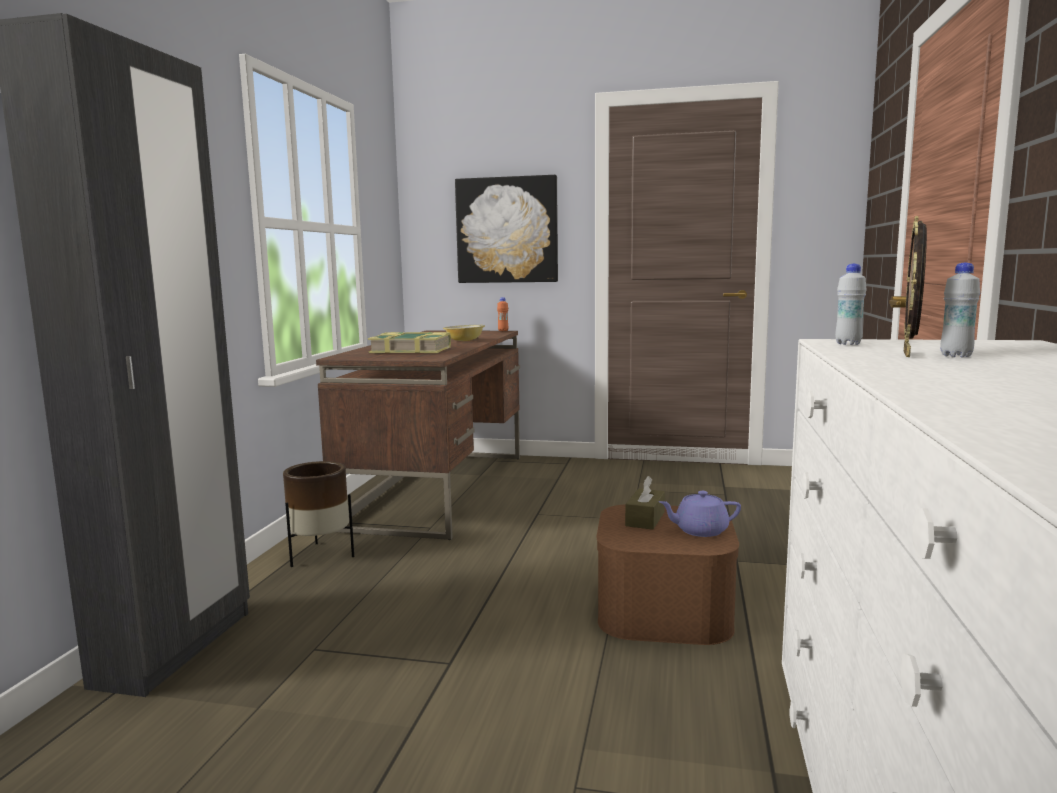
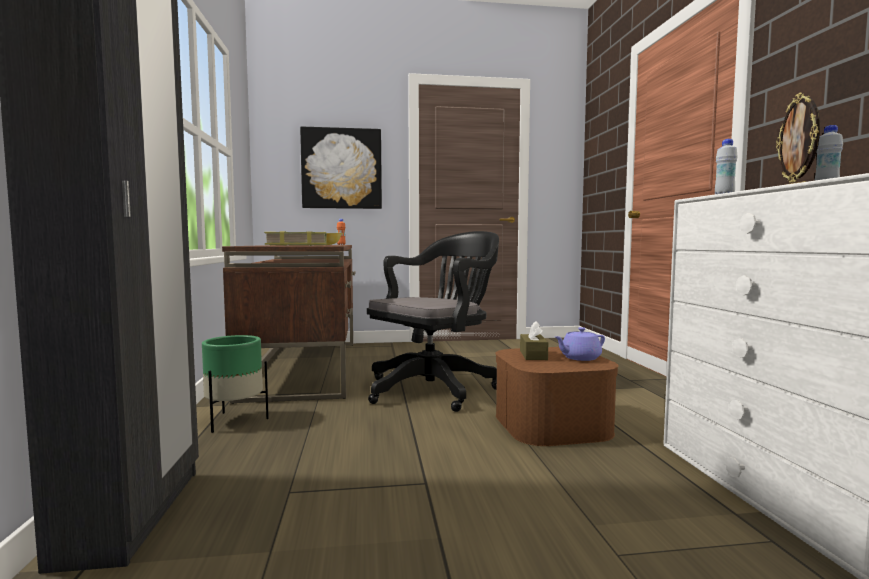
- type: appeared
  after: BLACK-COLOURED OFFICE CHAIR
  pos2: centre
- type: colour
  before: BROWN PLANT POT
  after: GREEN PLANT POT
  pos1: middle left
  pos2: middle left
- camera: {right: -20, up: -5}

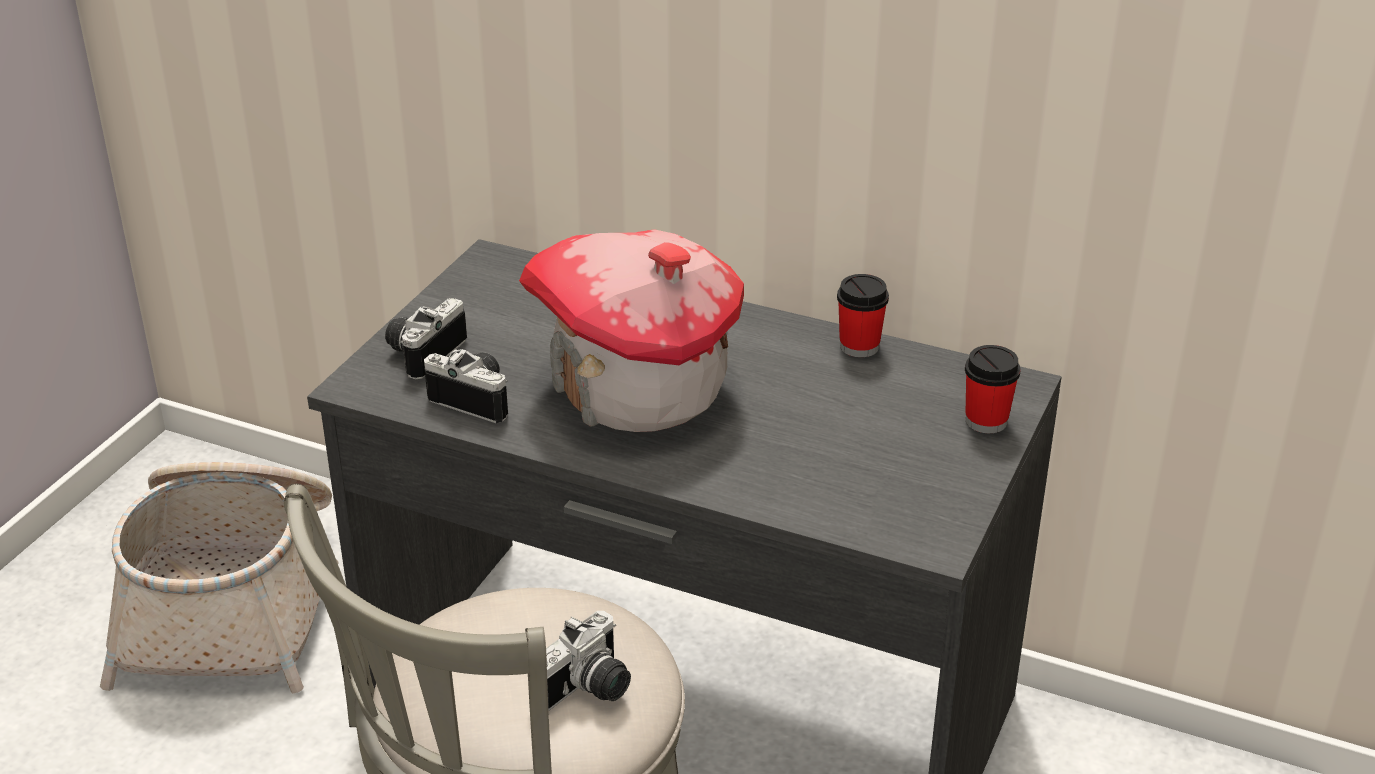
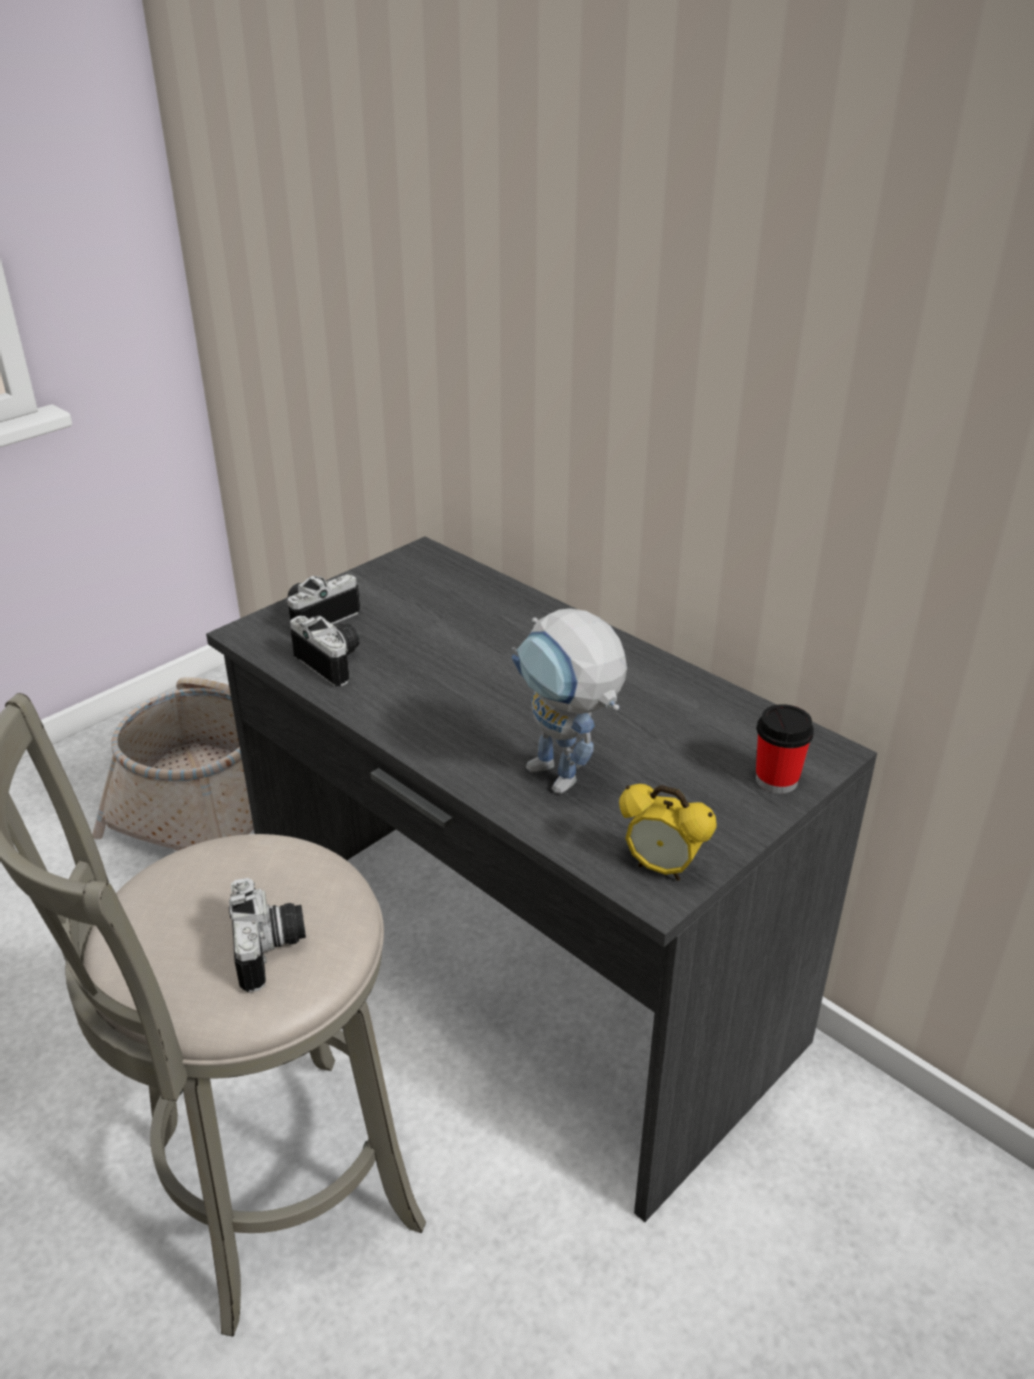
- type: missing
  before: MINIATURE HOUSE
  pos1: centre
- type: missing
  before: CUP (no. 1 from left)
  pos1: centre
- type: appeared
  after: TOY ROBOT
  pos2: centre
- type: appeared
  after: TABLE CLOCK
  pos2: centre
- type: spun
  before: PHOTO CAMERA (no. 3 from left in the first image)
  pos1: bottom centre
  pos2: bottom left
  turn: -75
- camera: {right: 20, up: 0}

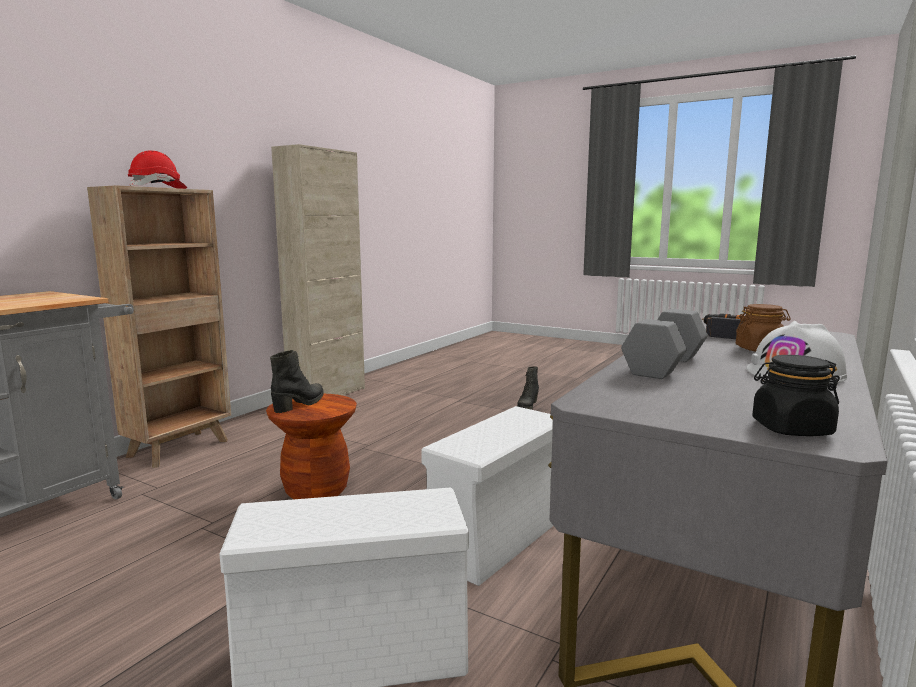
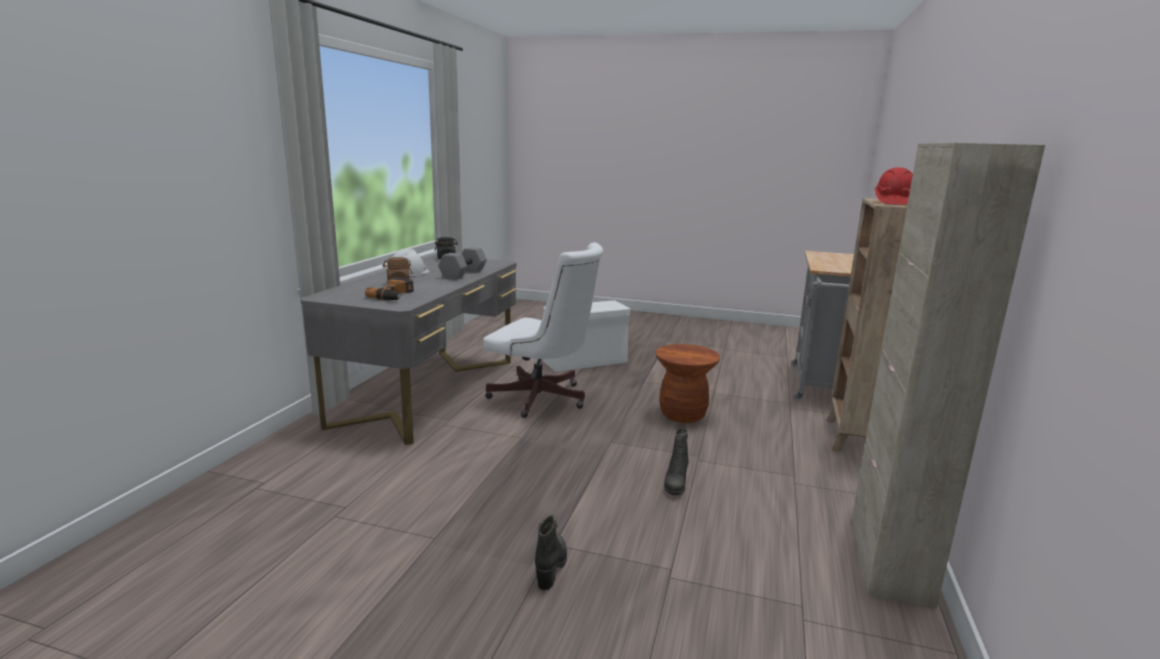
- type: relocated
  before: BLACK-COLOURED HIGH-TOP BOOT (no. 1 from left in the first image)
  after: BLACK-COLOURED HIGH-TOP BOOT (no. 2 from left)
  pos1: middle left
  pos2: bottom centre
- type: exchanged
  before: WHITISH STORAGE BOX (no. 2 from left)
  after: WHITISH OFFICE CHAIR
  pos1: bottom centre
  pos2: centre
- camera: {right: 165, up: 5}

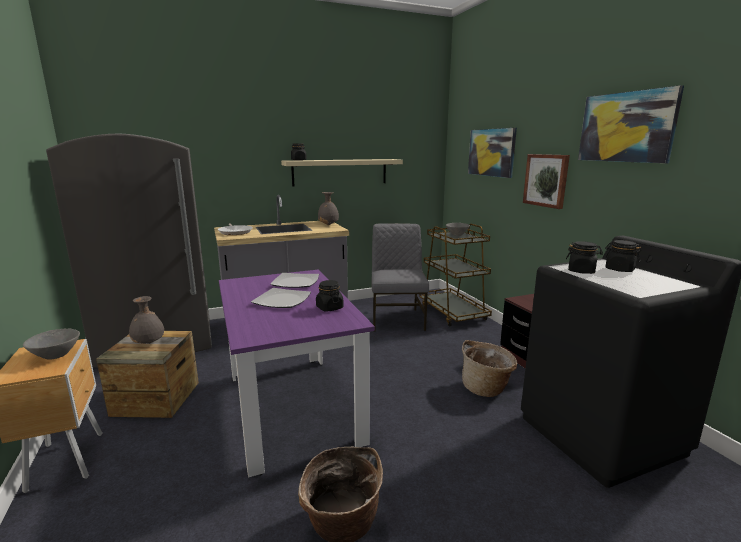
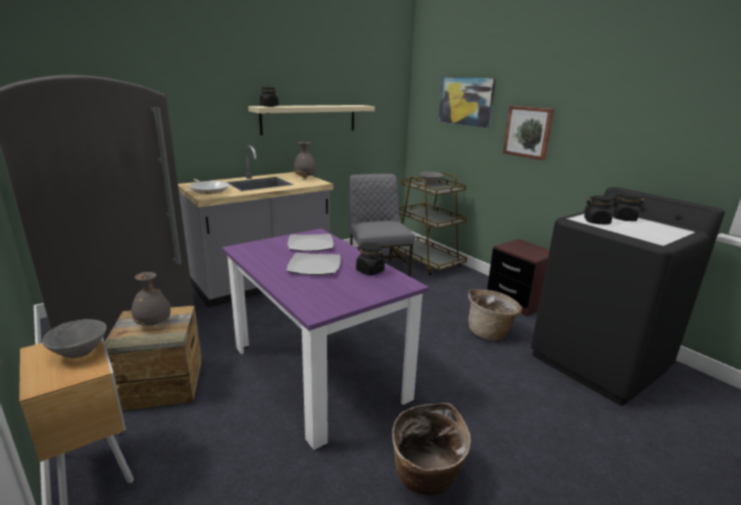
- type: missing
  before: WALL ART (no. 3 from left)
  pos1: top right
- camera: {right: -15, up: 5}

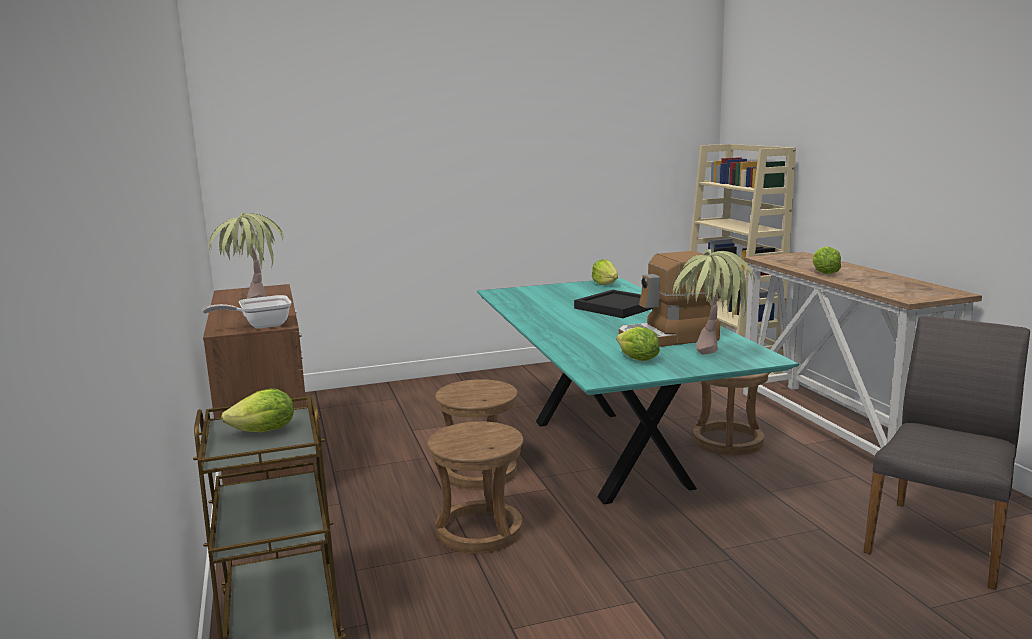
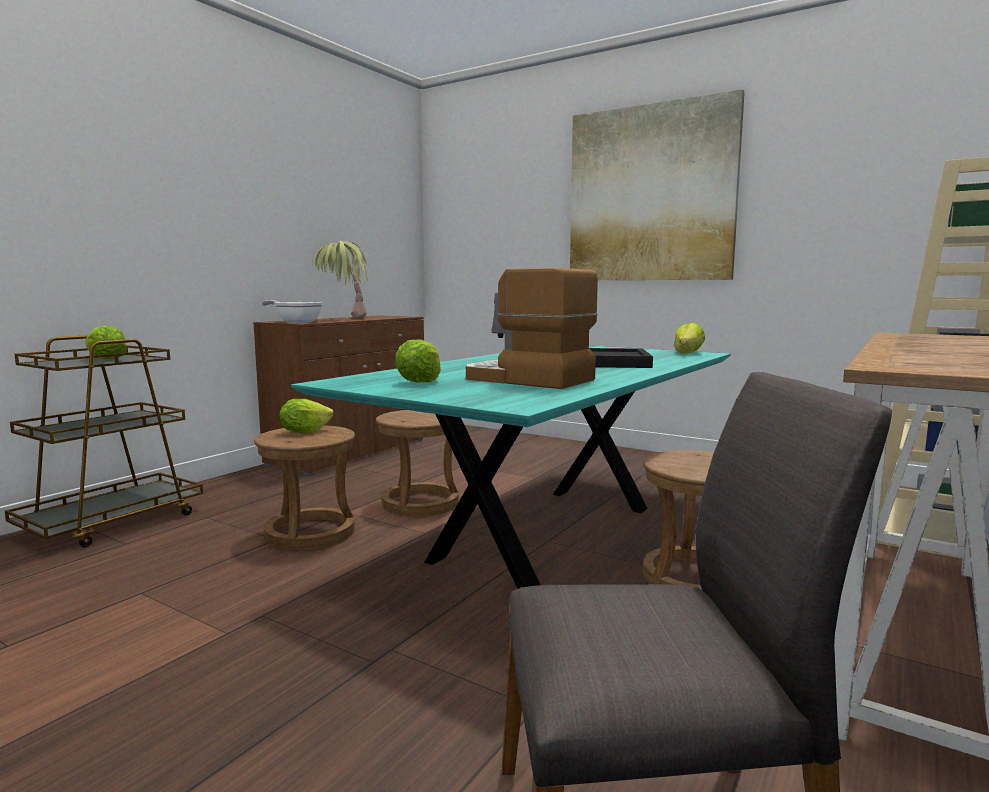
- type: missing
  before: HOUSEPLANT (no. 2 from left)
  pos1: middle right
- type: appeared
  after: WALL ART
  pos2: top centre
- type: relocated
  before: HEAD OF LETTUCE (no. 4 from left in the first image)
  after: HEAD OF LETTUCE (no. 2 from left)
  pos1: middle right
  pos2: middle left
- camera: {right: 50, up: -5}

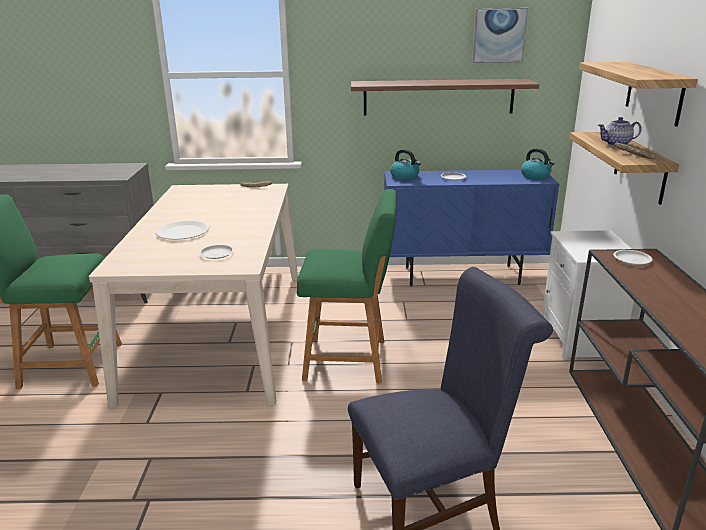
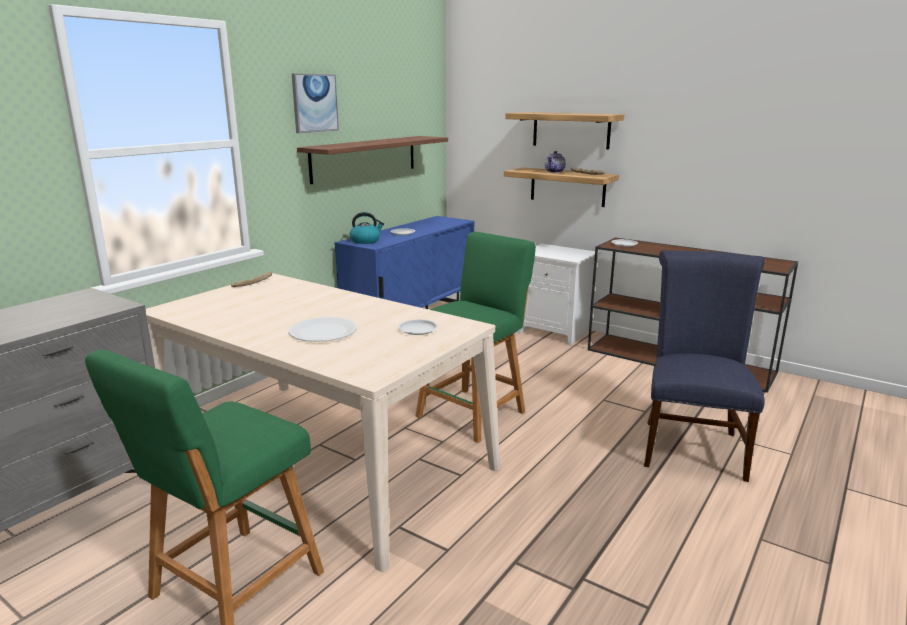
- type: missing
  before: TEA KETTLE (no. 2 from left)
  pos1: top right
- type: relocated
  before: WALL ART
  pos1: top right
  pos2: top centre
- camera: {right: -55, up: -5}

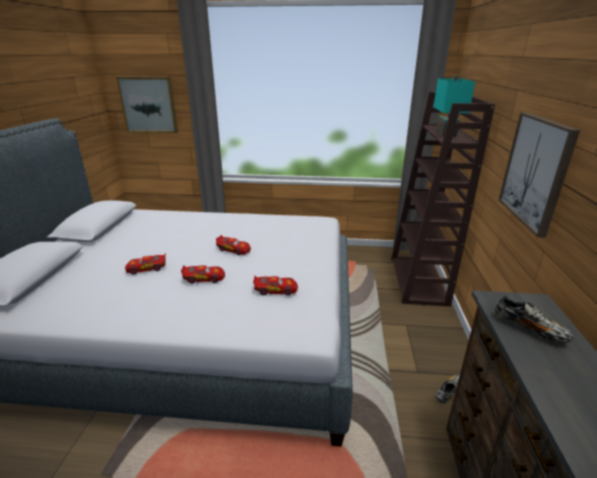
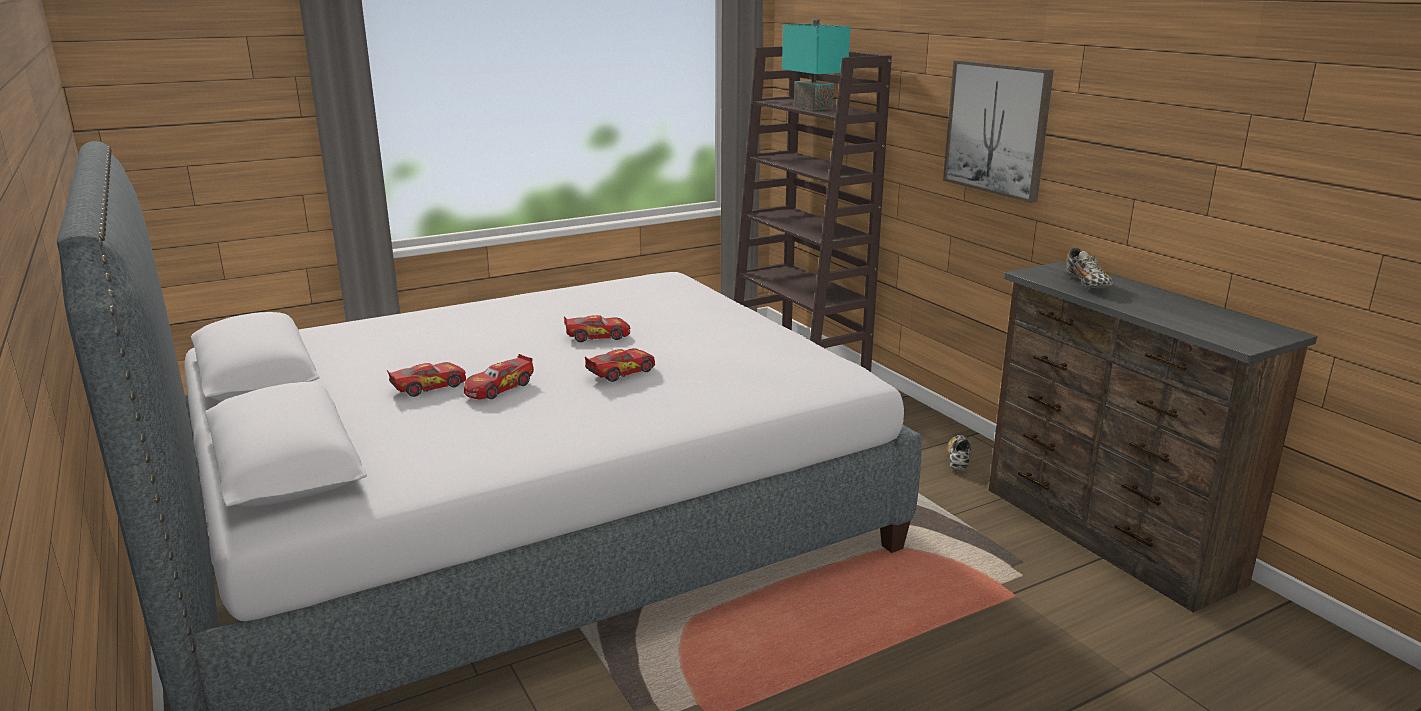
- type: missing
  before: WALL ART (no. 1 from left)
  pos1: top left
- type: relocated
  before: TOY CAR (no. 4 from left in the first image)
  after: TOY CAR (no. 1 from left)
  pos1: centre
  pos2: middle left
- type: spun
  before: LOW SHOE (no. 2 from left)
  pos1: middle right
  pos2: middle right
  turn: 75
- camera: {right: -35, up: -5}

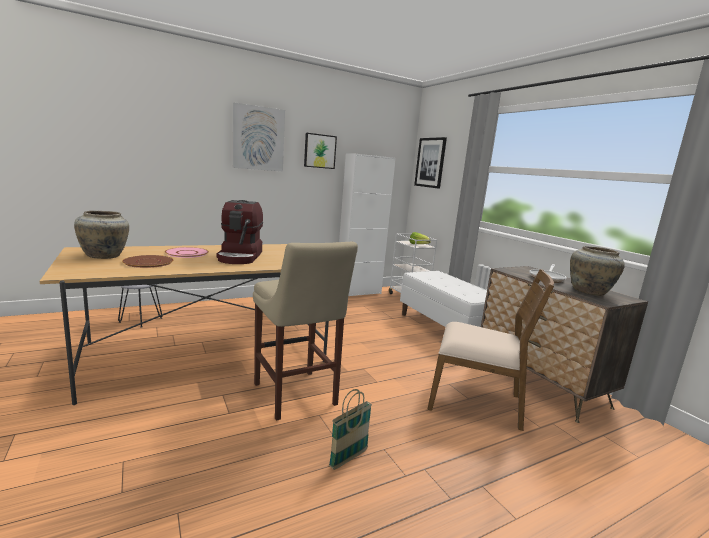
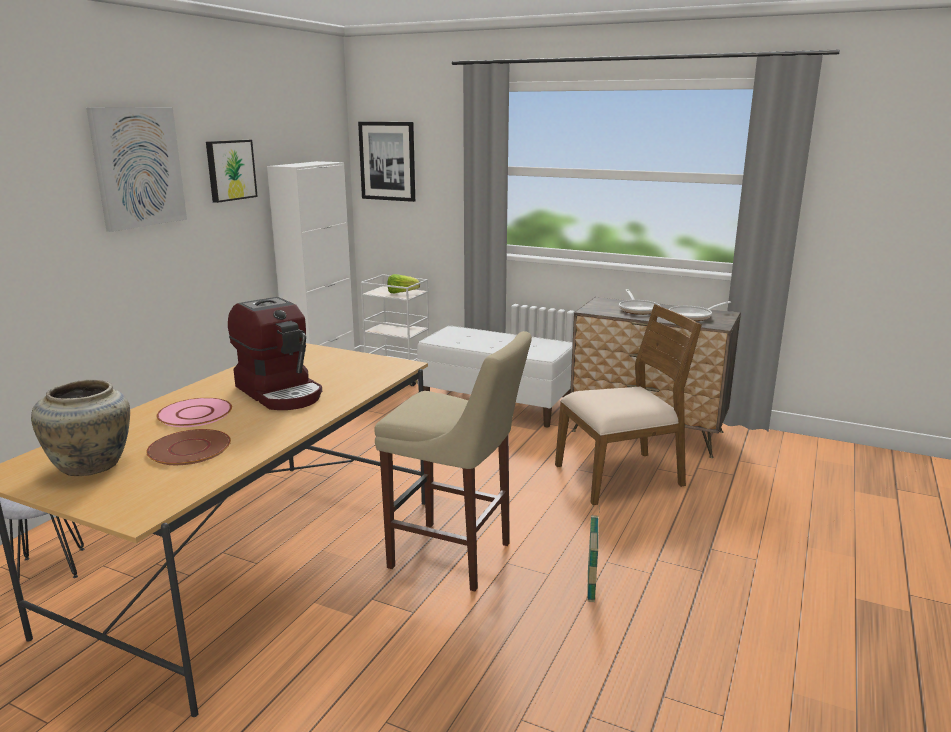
- type: exchanged
  before: SAND-COLOURED DECORATIVE VASE (no. 2 from left)
  after: FRYING PAN (no. 2 from left)
  pos1: middle right
  pos2: middle right
- camera: {right: -35, up: 5}

